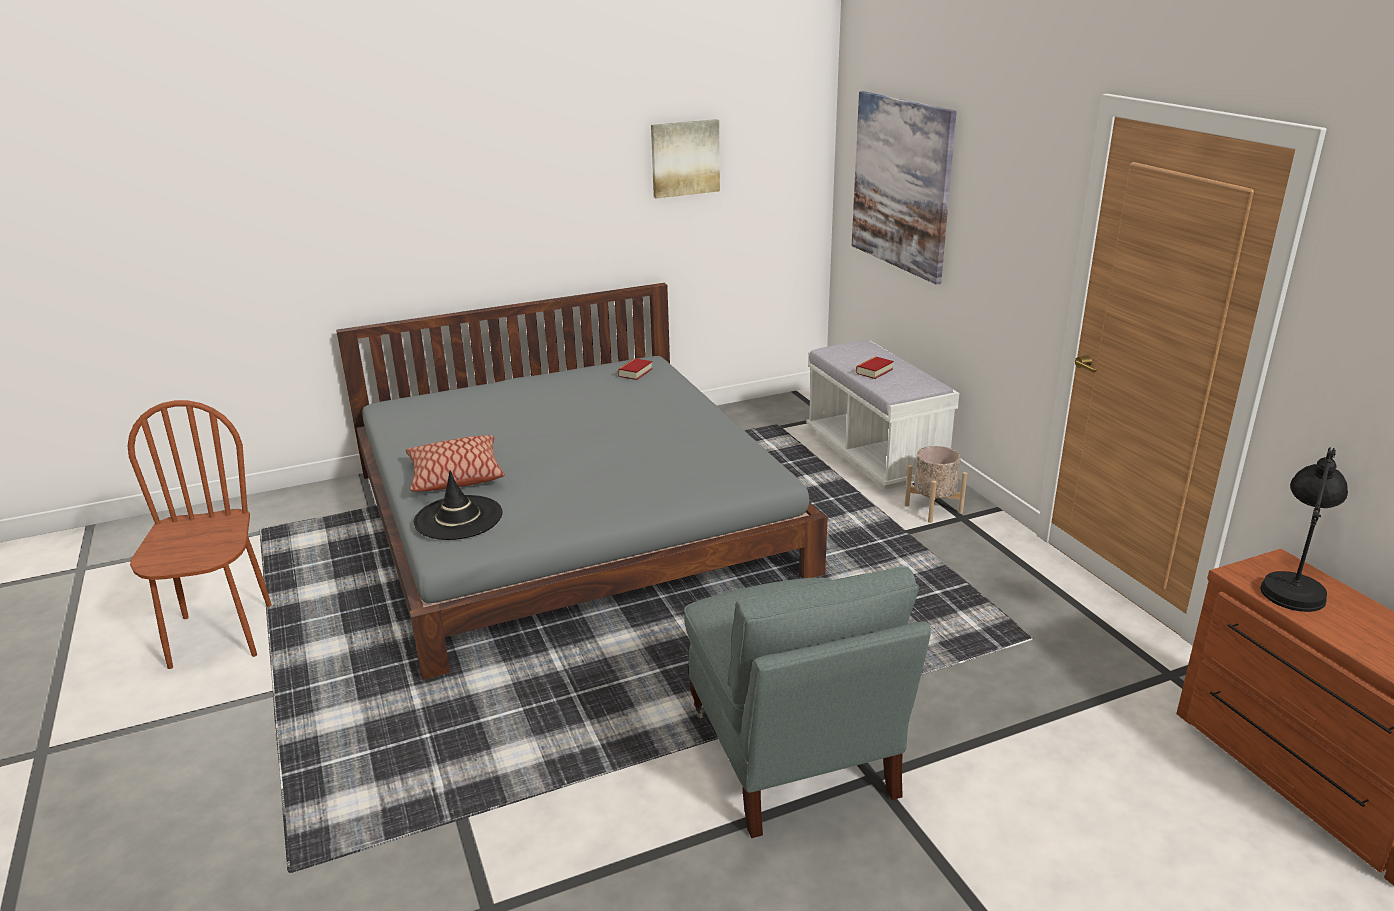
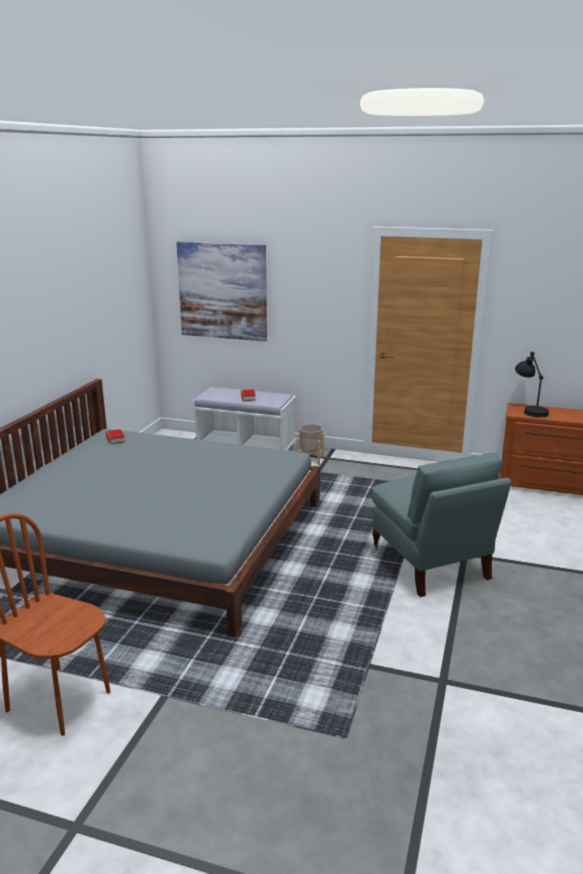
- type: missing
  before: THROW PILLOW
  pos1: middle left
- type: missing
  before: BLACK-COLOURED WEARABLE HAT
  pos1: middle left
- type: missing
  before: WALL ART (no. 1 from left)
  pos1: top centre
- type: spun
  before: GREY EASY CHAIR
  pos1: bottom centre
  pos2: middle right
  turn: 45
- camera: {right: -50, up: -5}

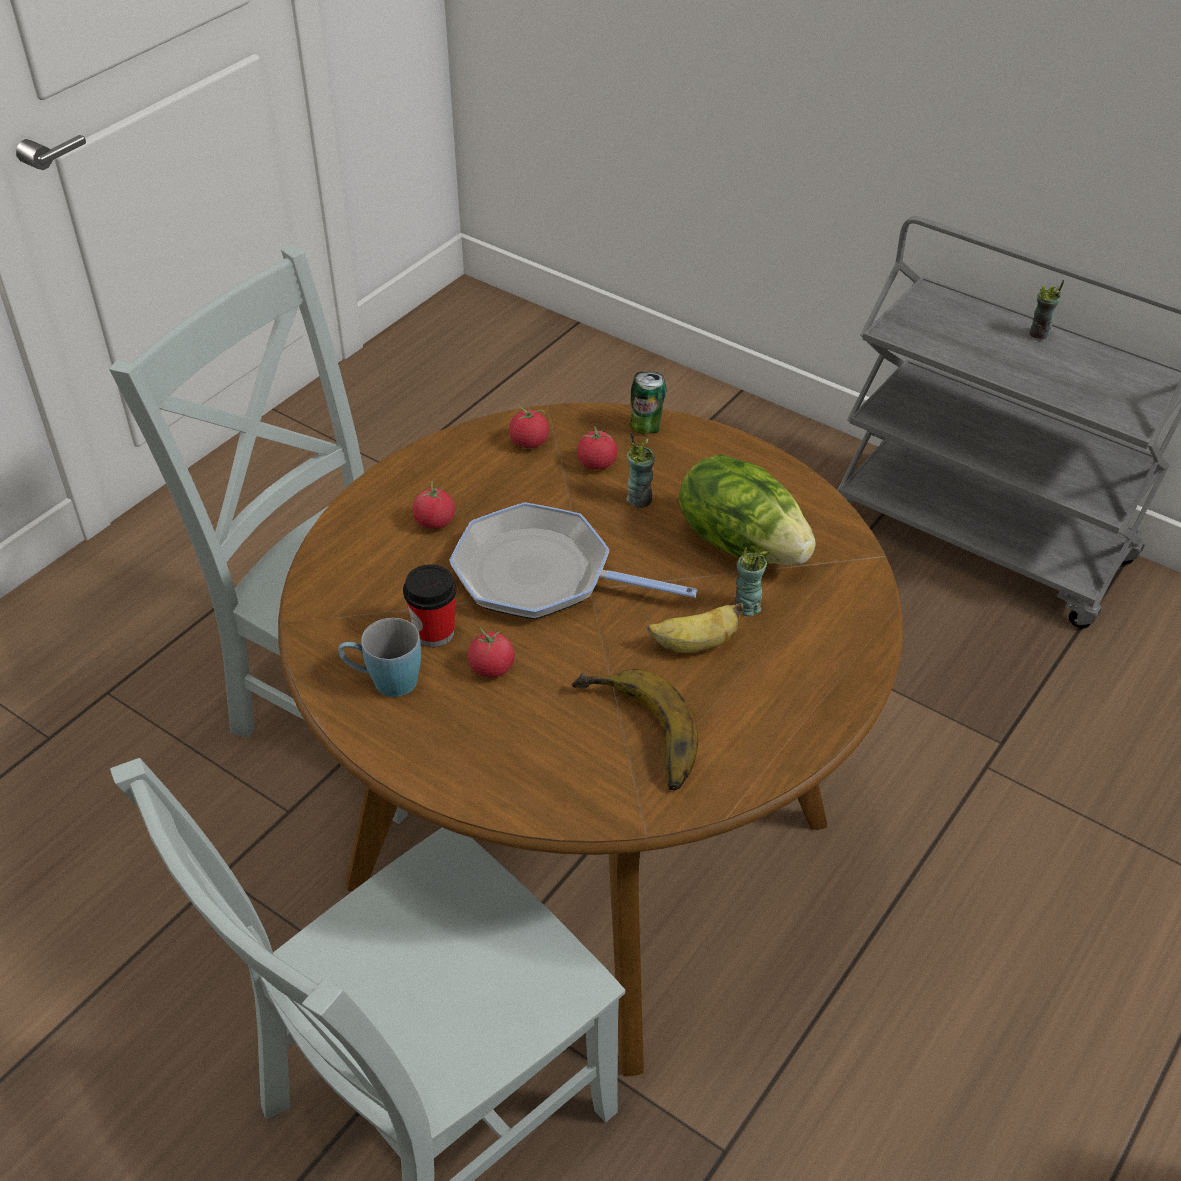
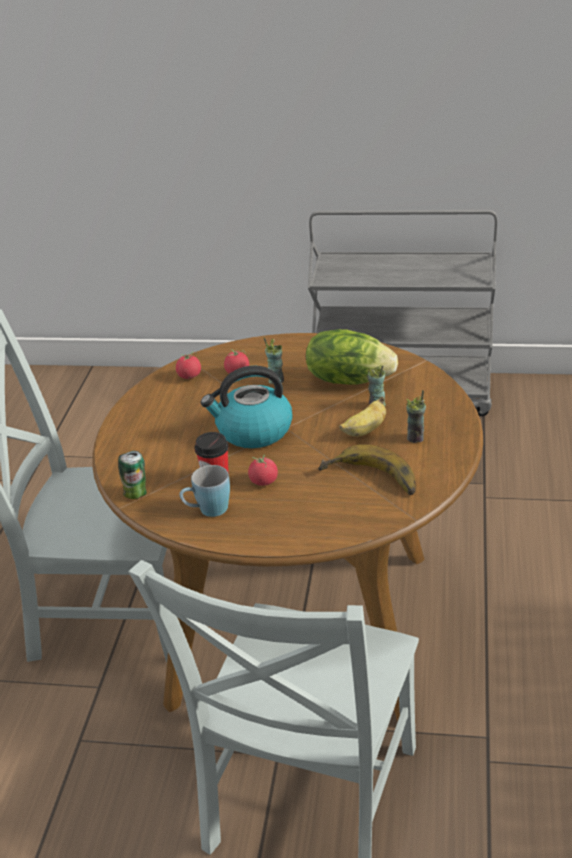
- type: missing
  before: TOMATO (no. 1 from left)
  pos1: centre
- type: relocated
  before: SEALED CAN
  pos1: centre
  pos2: middle left
- type: relocated
  before: CUP (no. 4 from left)
  pos1: top right
  pos2: middle right
- type: exchanged
  before: FRYING PAN
  after: TEA KETTLE
  pos1: centre
  pos2: centre
- camera: {right: -25, up: -10}

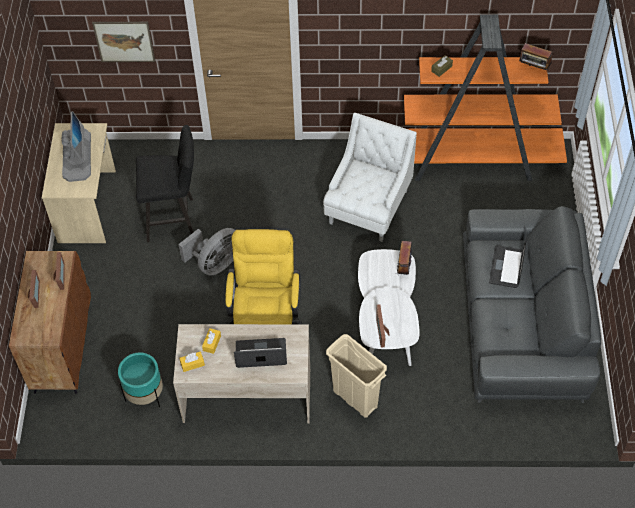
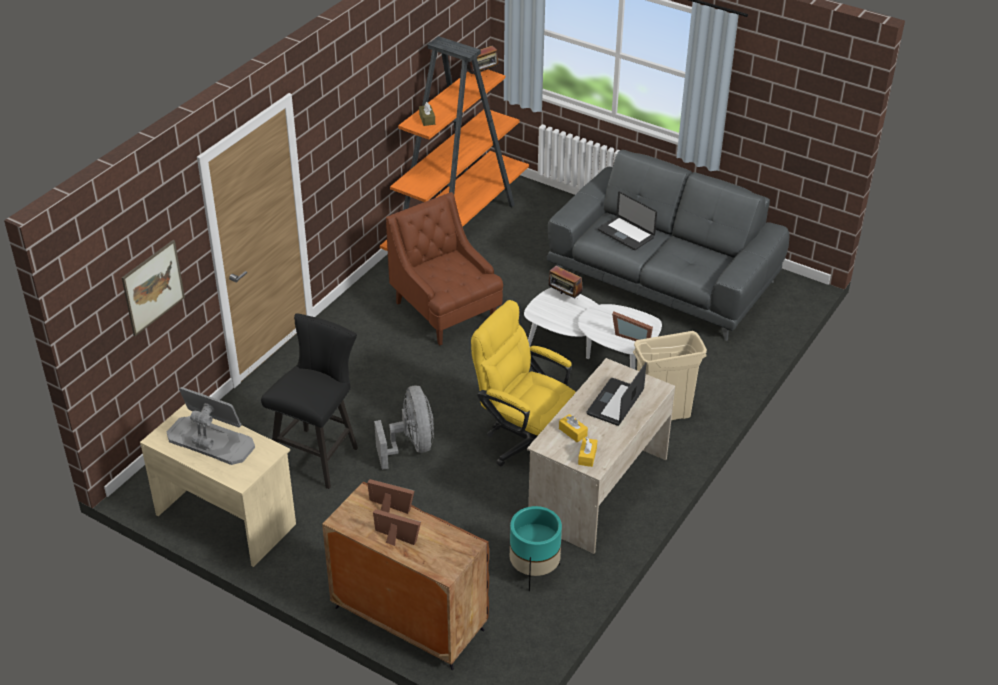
- type: colour
  before: WHITISH EASY CHAIR
  after: BROWN EASY CHAIR
  pos1: centre
  pos2: centre
- camera: {right: -60, up: -15}

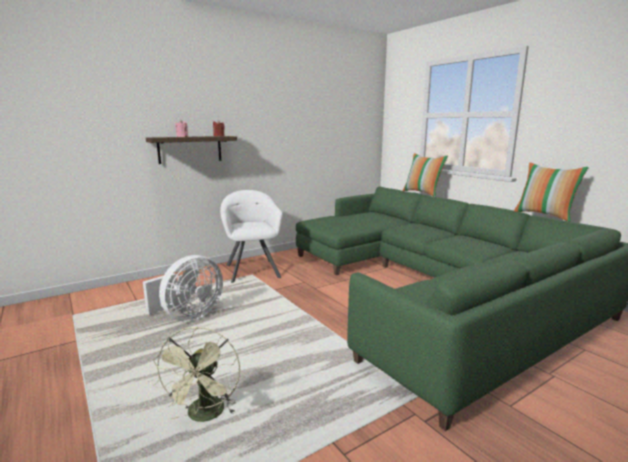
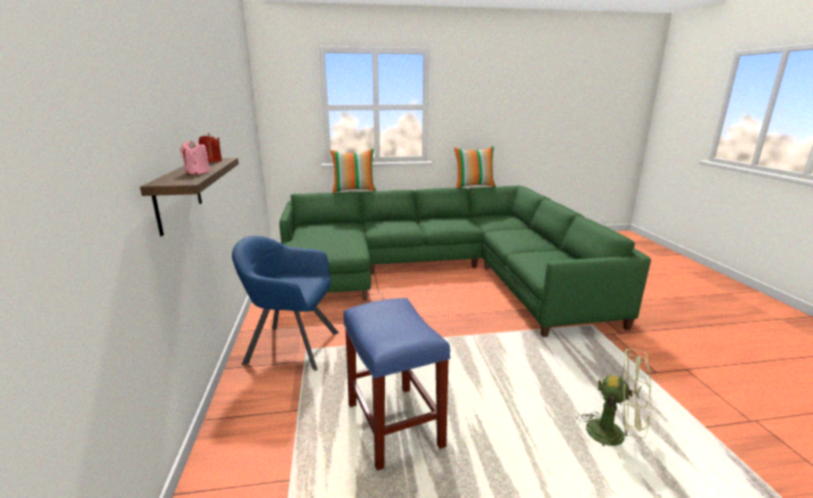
- type: exchanged
  before: WHITISH FAN
  after: BLUE SITTING STOOL
  pos1: middle left
  pos2: bottom centre
- type: colour
  before: WHITISH EASY CHAIR
  after: BLUE EASY CHAIR
  pos1: centre
  pos2: centre
- camera: {right: -65, up: 5}

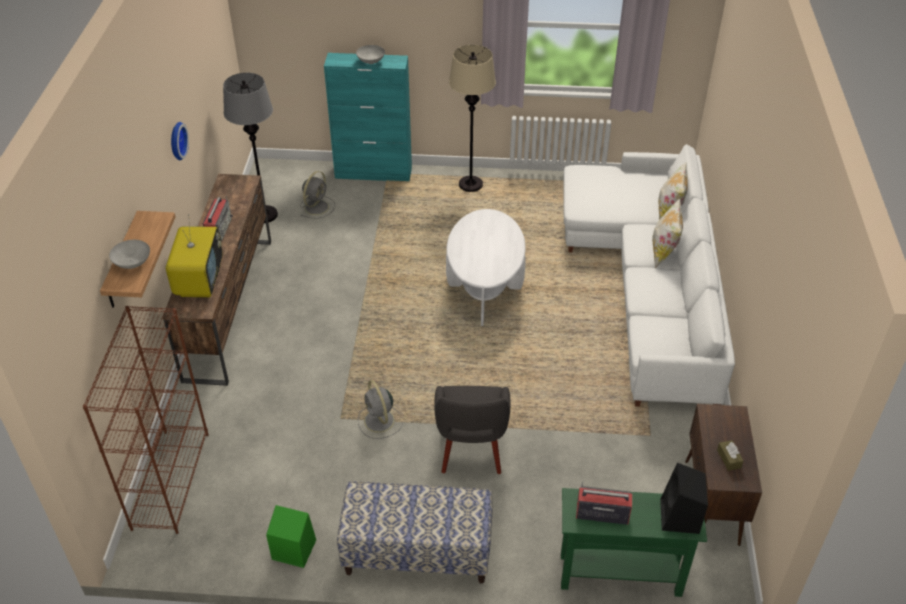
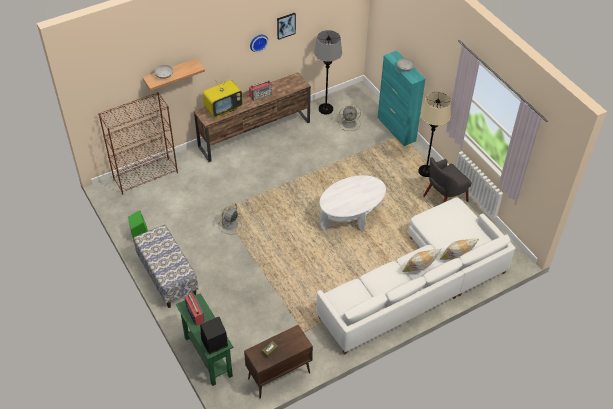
- type: appeared
  after: WALL ART
  pos2: top centre
- type: relocated
  before: GREY EASY CHAIR
  pos1: bottom centre
  pos2: middle right
- camera: {right: 55, up: 5}

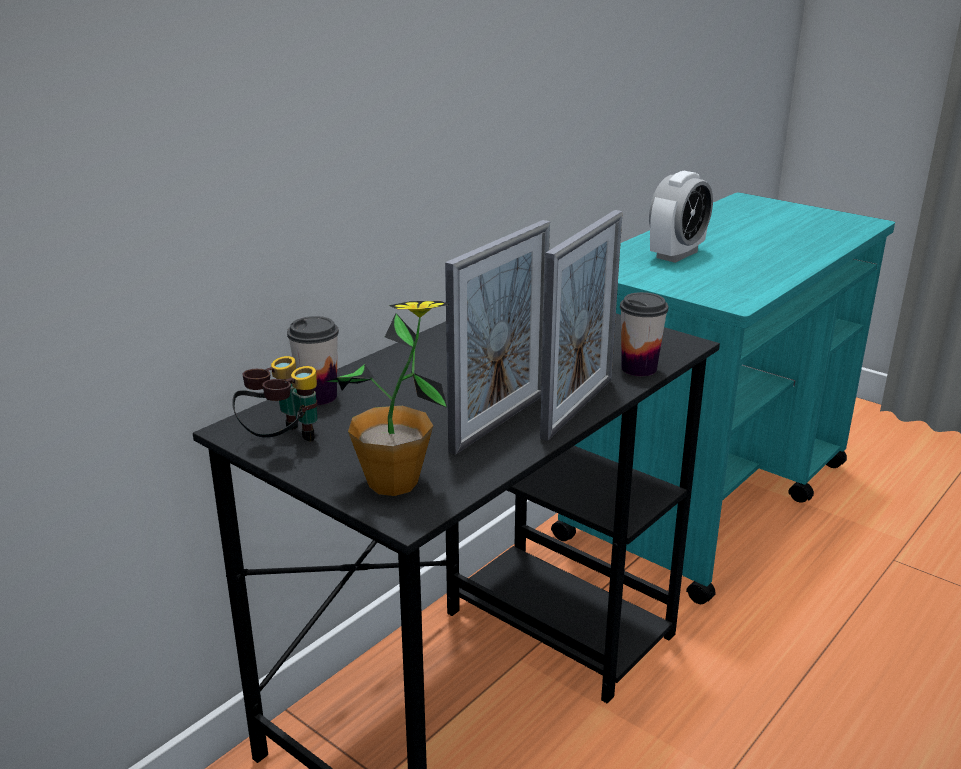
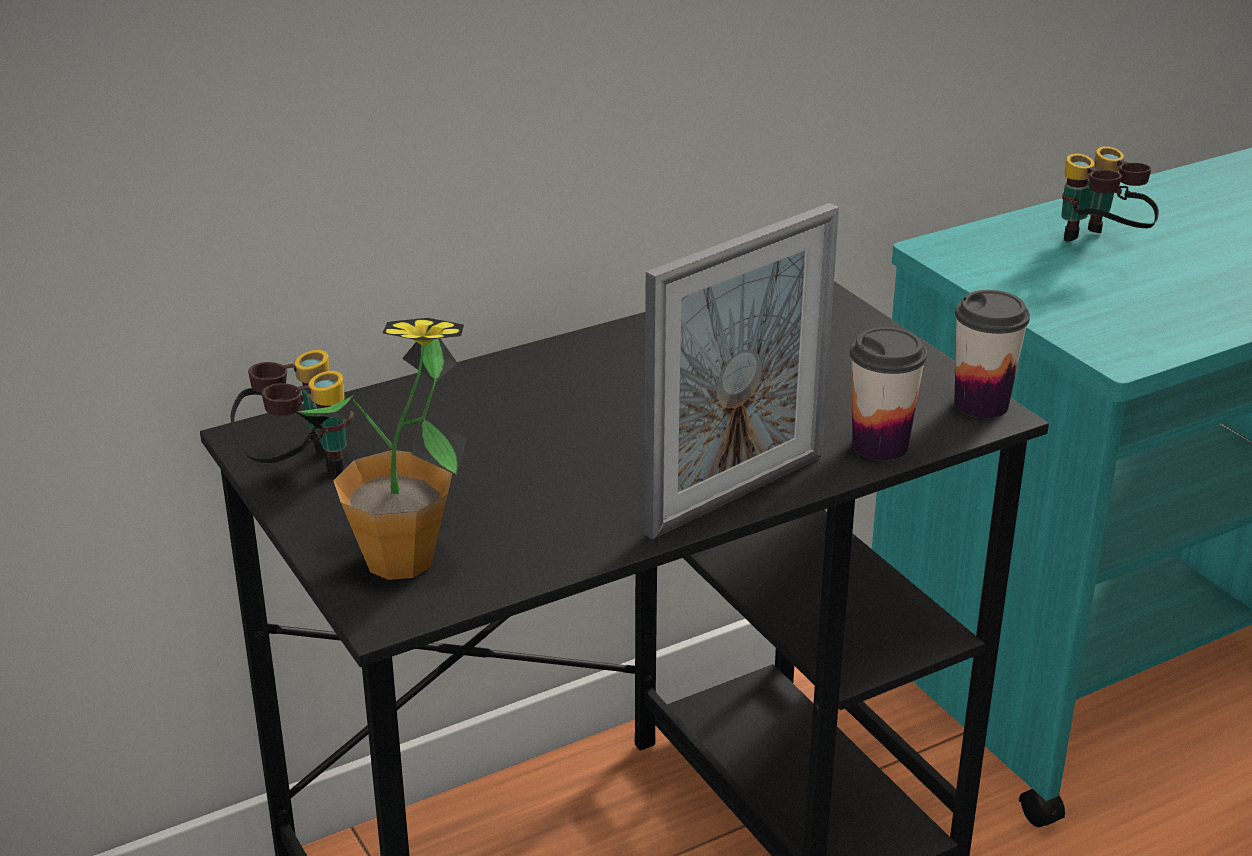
- type: missing
  before: PHOTO FRAME (no. 1 from left)
  pos1: centre
- type: relocated
  before: CUP (no. 1 from left in the first image)
  after: CUP (no. 2 from left)
  pos1: middle left
  pos2: middle right
- type: exchanged
  before: TABLE CLOCK
  after: PAIR OF BINOCULARS (no. 2 from left)
  pos1: top right
  pos2: top right
- camera: {right: 20, up: 5}

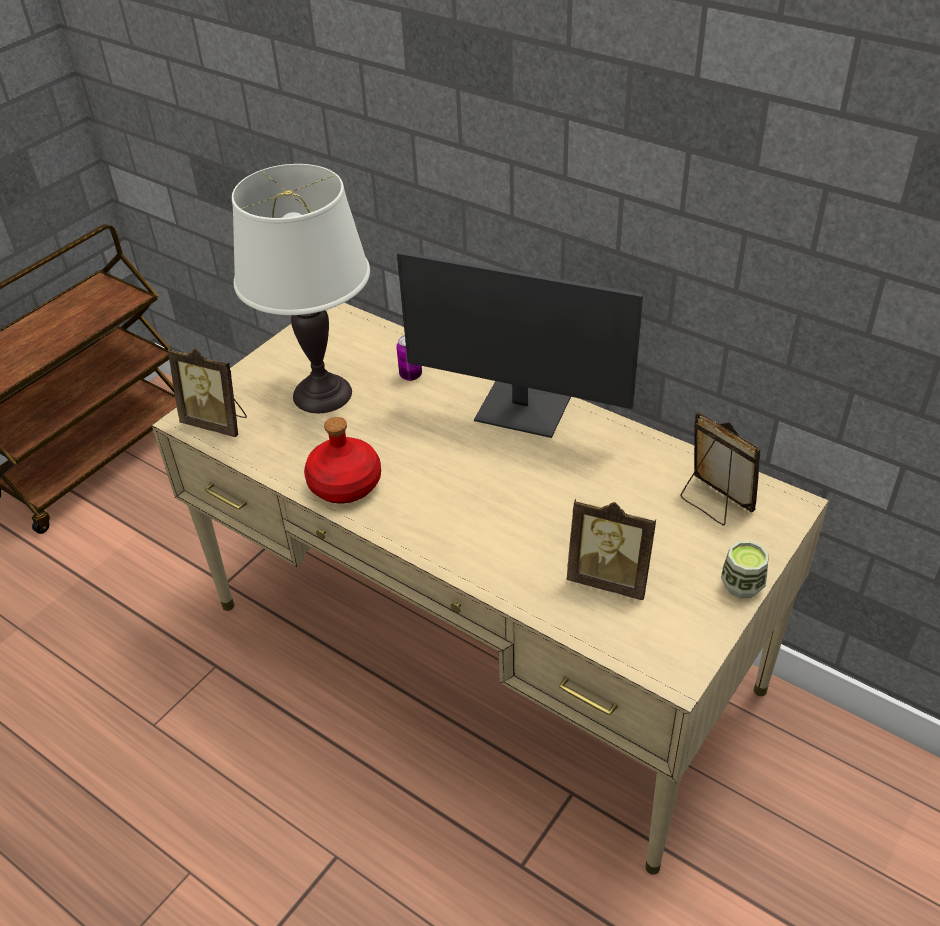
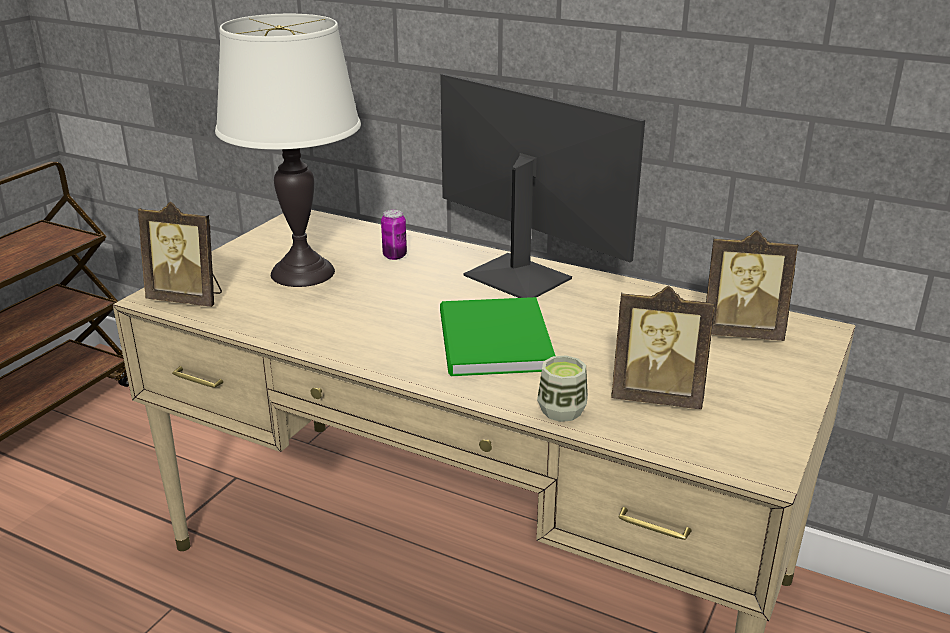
- type: missing
  before: RED DRINK BOTTLE
  pos1: centre
- type: appeared
  after: GREEN BOOK
  pos2: centre
- type: relocated
  before: CUP
  pos1: middle right
  pos2: centre
- type: spun
  before: COMPUTER SCREEN
  pos1: centre
  pos2: top centre
  turn: -150
- type: spun
  before: PHOTO FRAME (no. 3 from left)
  pos1: middle right
  pos2: middle right
  turn: 150
- camera: {right: -10, up: -15}

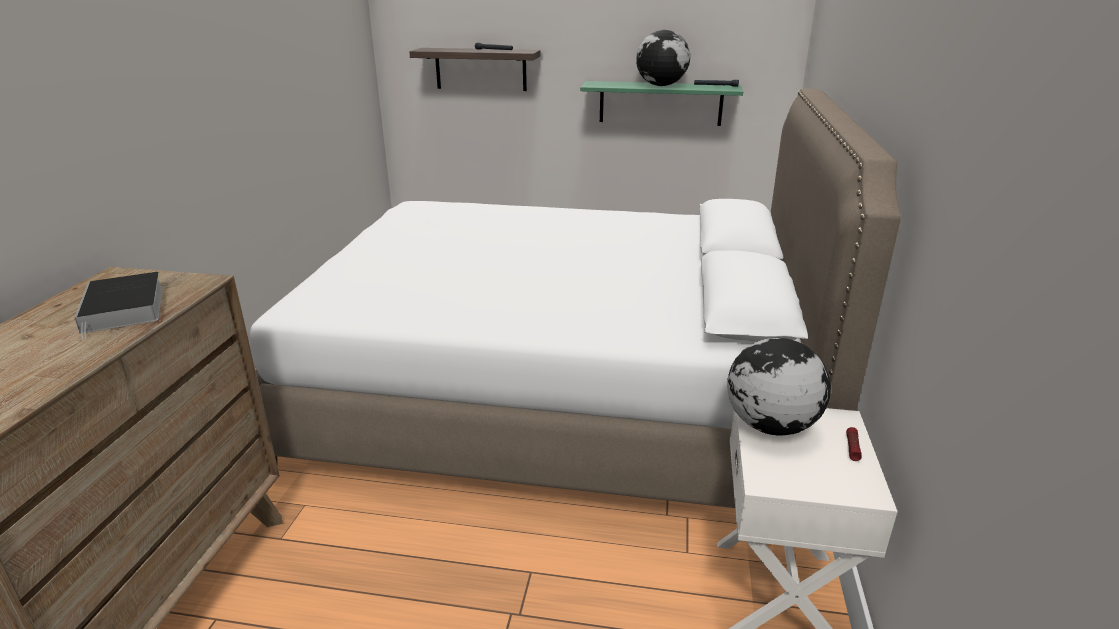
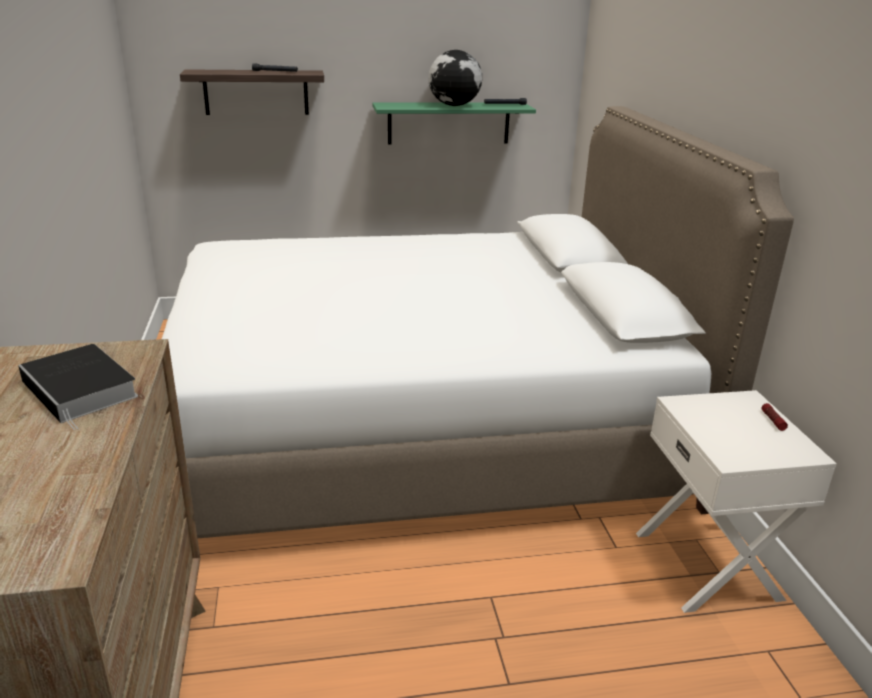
- type: missing
  before: WORLD GLOBE (no. 2 from left)
  pos1: middle right
- camera: {right: -20, up: 0}

